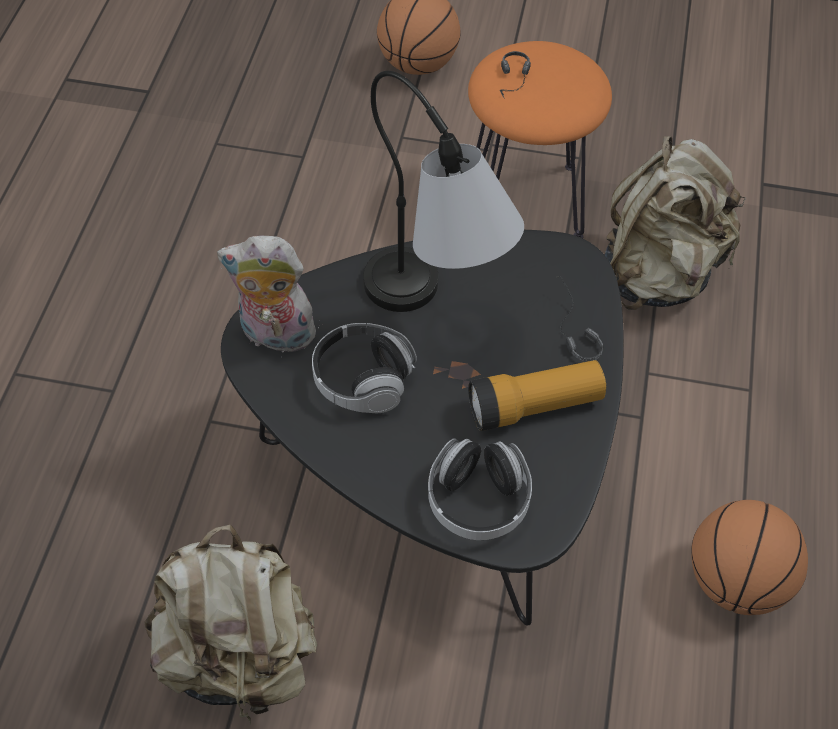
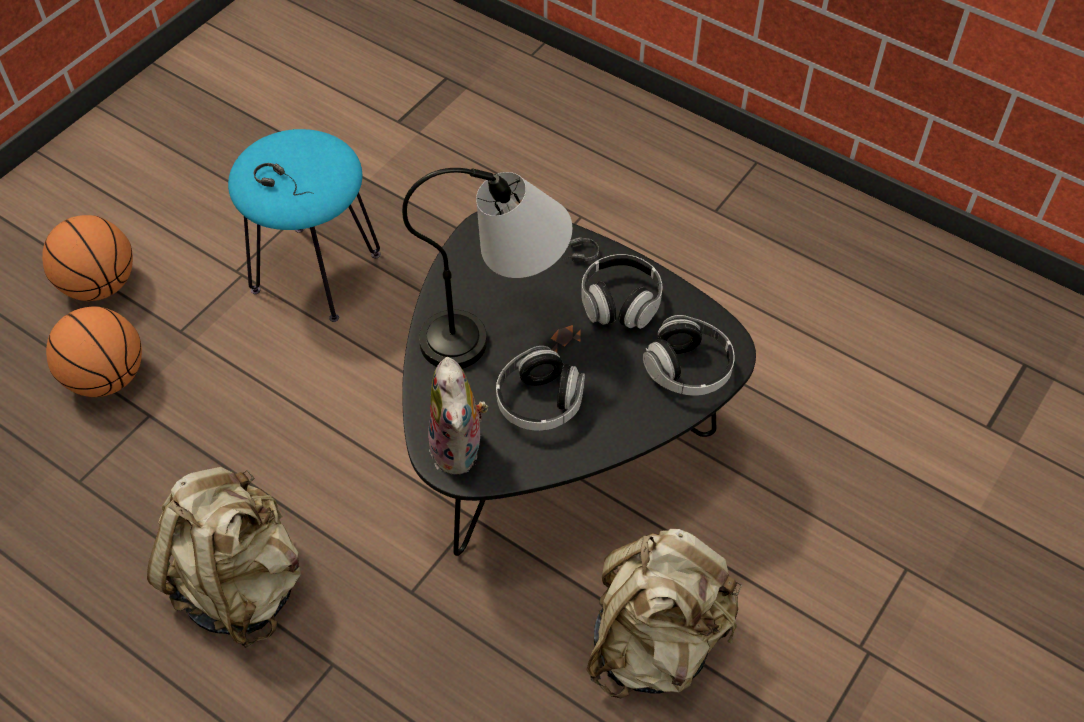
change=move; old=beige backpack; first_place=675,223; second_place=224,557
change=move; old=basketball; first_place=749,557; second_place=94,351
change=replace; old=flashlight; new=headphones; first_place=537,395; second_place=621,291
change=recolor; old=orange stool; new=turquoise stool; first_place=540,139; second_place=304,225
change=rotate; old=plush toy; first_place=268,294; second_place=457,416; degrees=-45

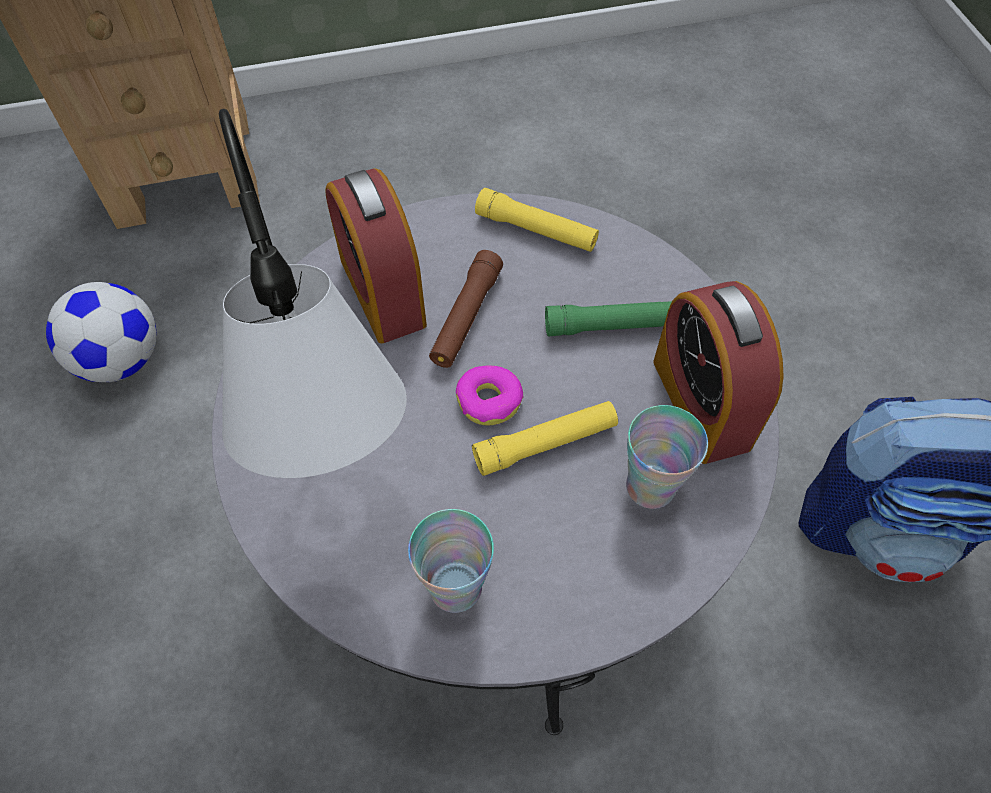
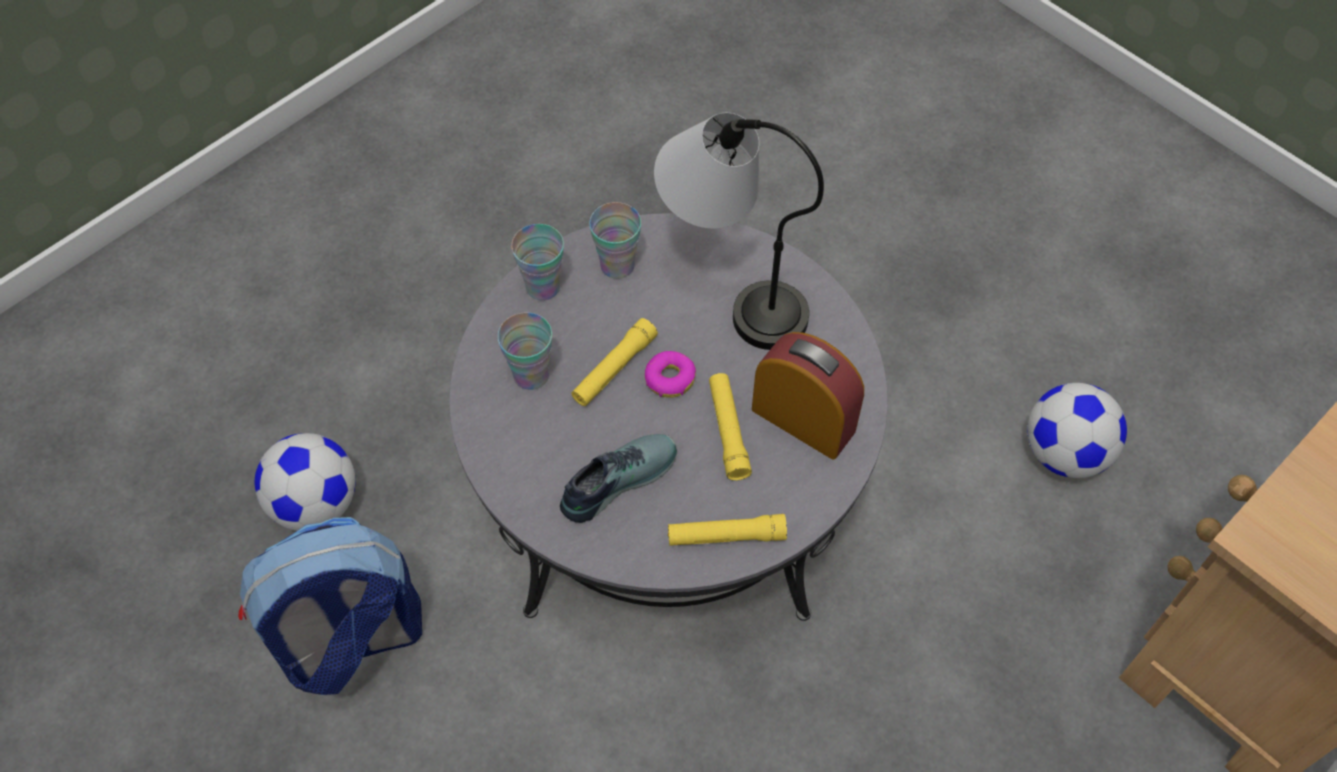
change=delete; old=alarm clock; first_place=718,372
change=insert; new=football; second_place=305,482
change=insert; new=cup; second_place=537,262
change=replace; old=green flashlight; new=shoe; first_place=608,318; second_place=618,478
change=recolor; old=brown flashlight; new=yellow flashlight; first_place=466,309; second_place=730,427

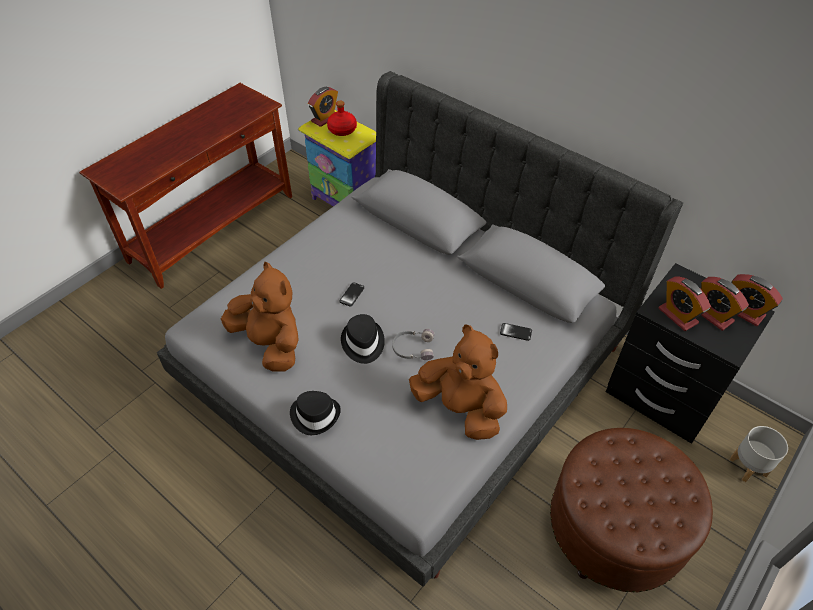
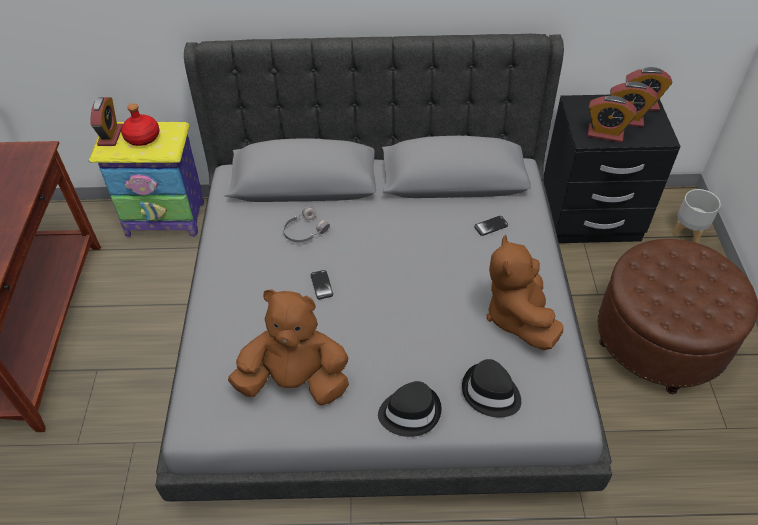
change=move; old=black hat; first_place=363,339; second_place=491,388
change=move; old=grey headphones; first_place=413,344; second_place=306,224
change=rotate; old=brown plush toy; first_place=458,382; second_place=524,292; degrees=-90

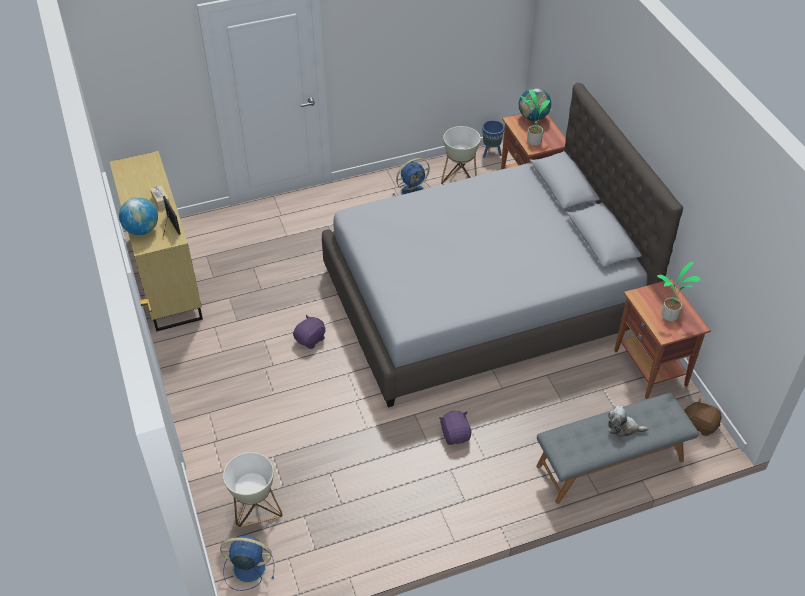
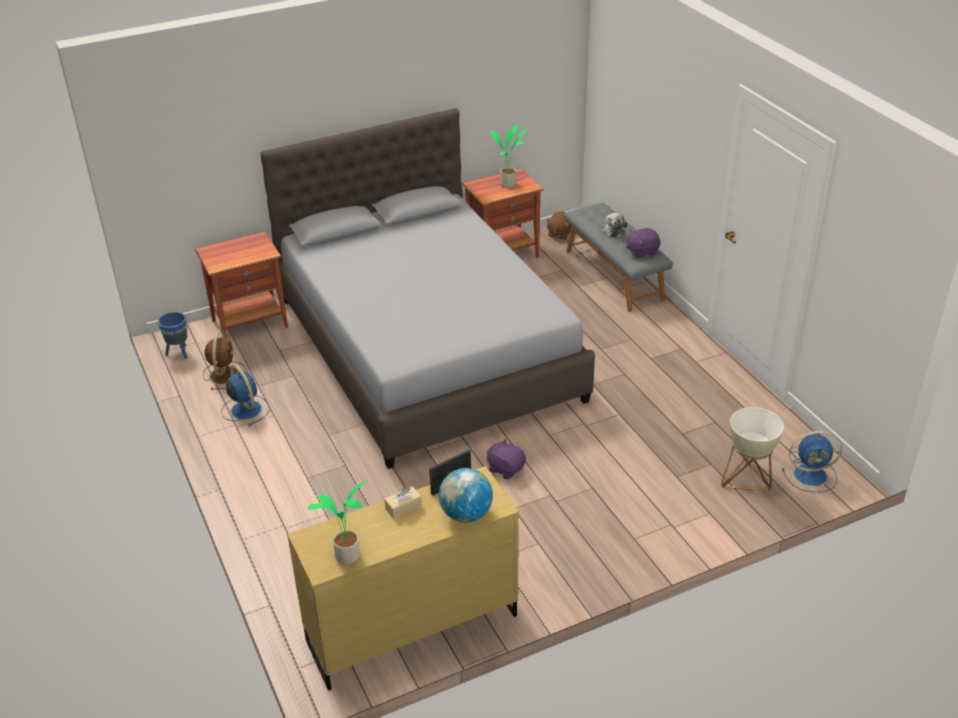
change=delete; old=globe; first_place=535,104
change=move; old=purple plush toy; first_place=455,428; second_place=643,243
change=move; old=potted plant; first_place=537,117; second_place=337,522
change=replace; old=planter; new=brown fan; first_place=461,155; second_place=225,360
change=rotate; old=blue fan; first_place=247,563; second_place=812,461; degrees=-90

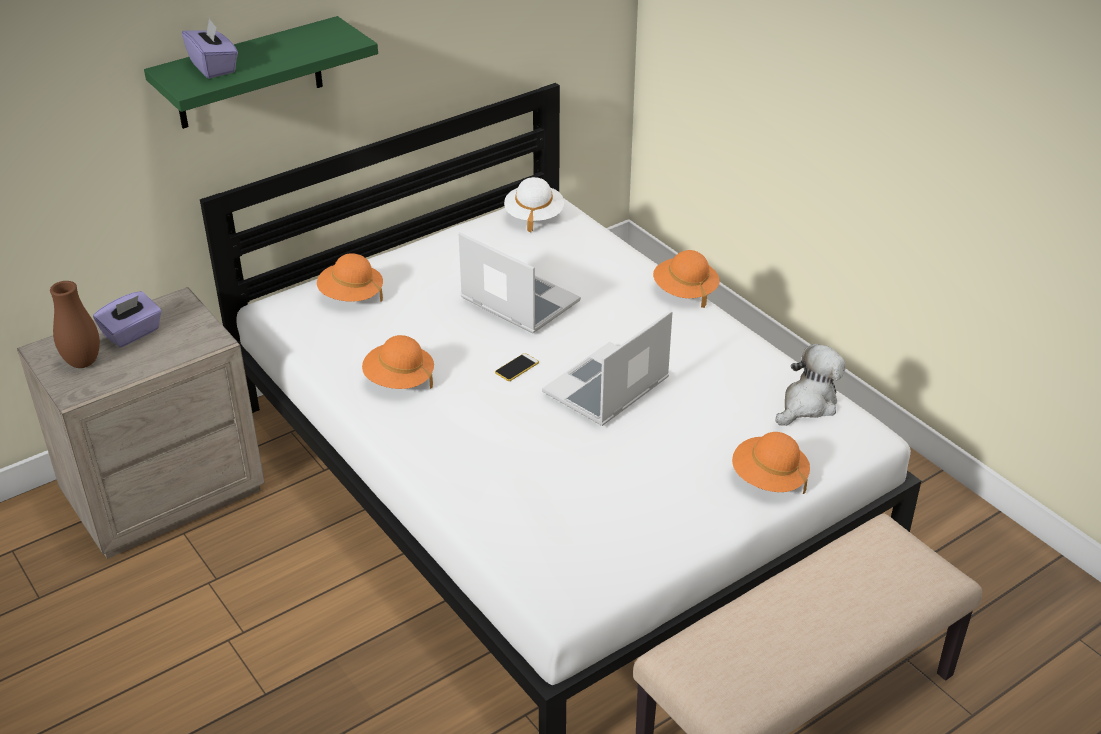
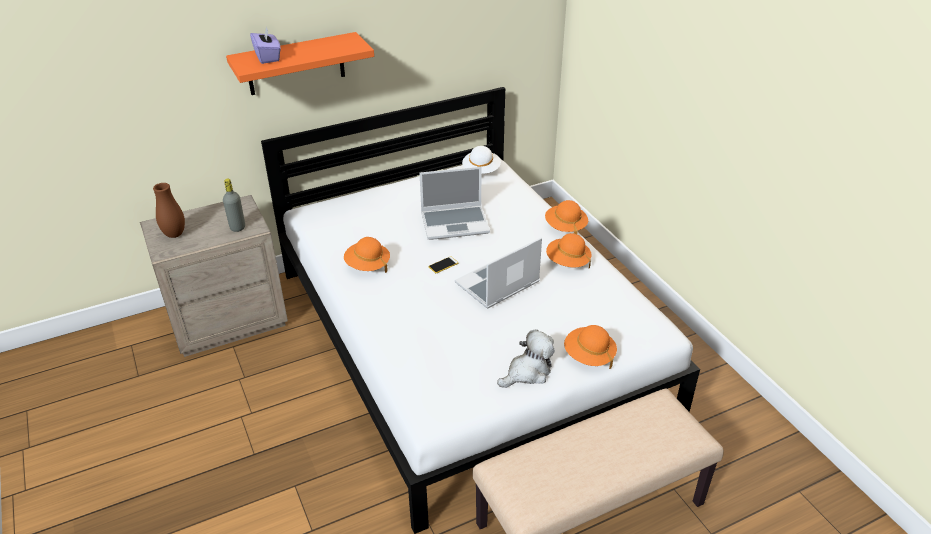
change=delete; old=purple tissue box; first_place=127,319
change=insert; new=grey bottle; second_place=234,205
change=move; old=orange hat; first_place=350,277; second_place=568,250
change=move; old=plush toy; first_place=810,385; second_place=526,358
change=recolor; old=green shelf; new=orange shelf; first_place=261,72; second_place=300,63
change=rotate; old=laptop; first_place=520,282; second_place=455,203; degrees=120

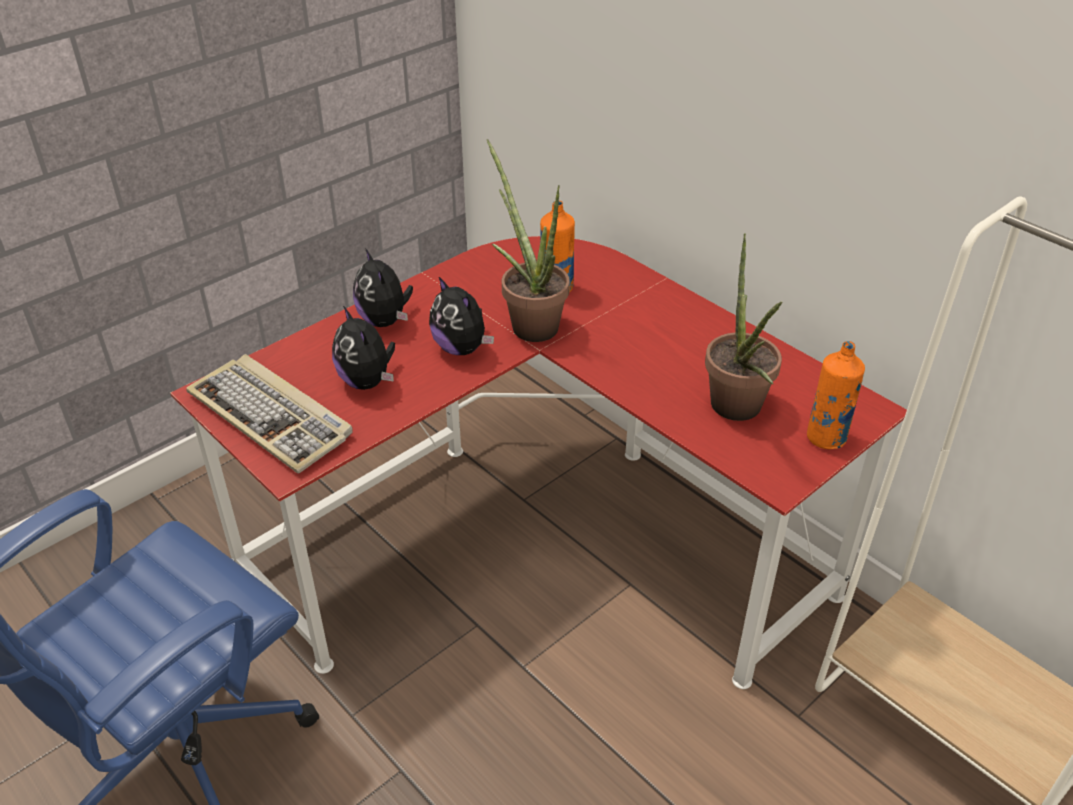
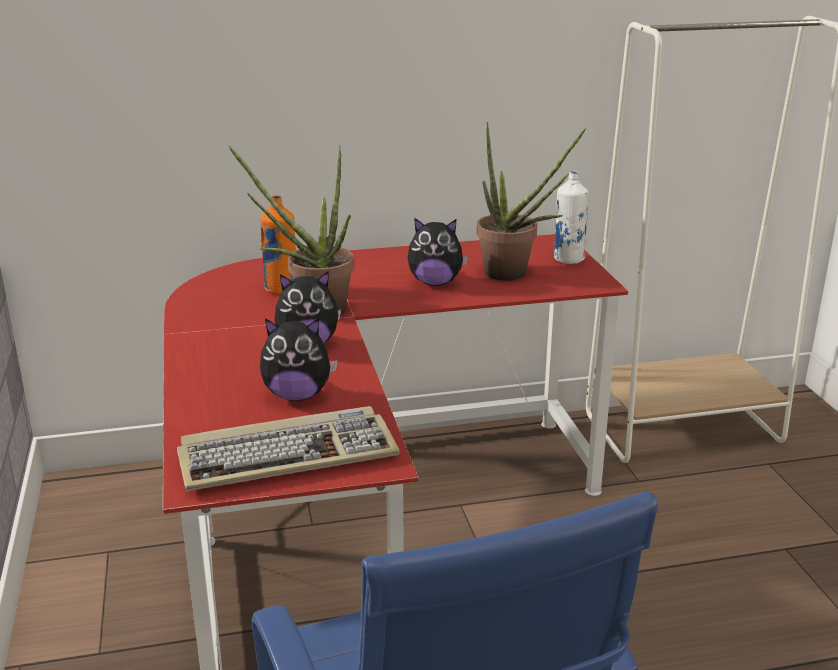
change=move; old=plush toy; first_place=383,287; second_place=438,252
change=recolor; old=orange bottle; new=white bottle; first_place=836,395; second_place=571,217

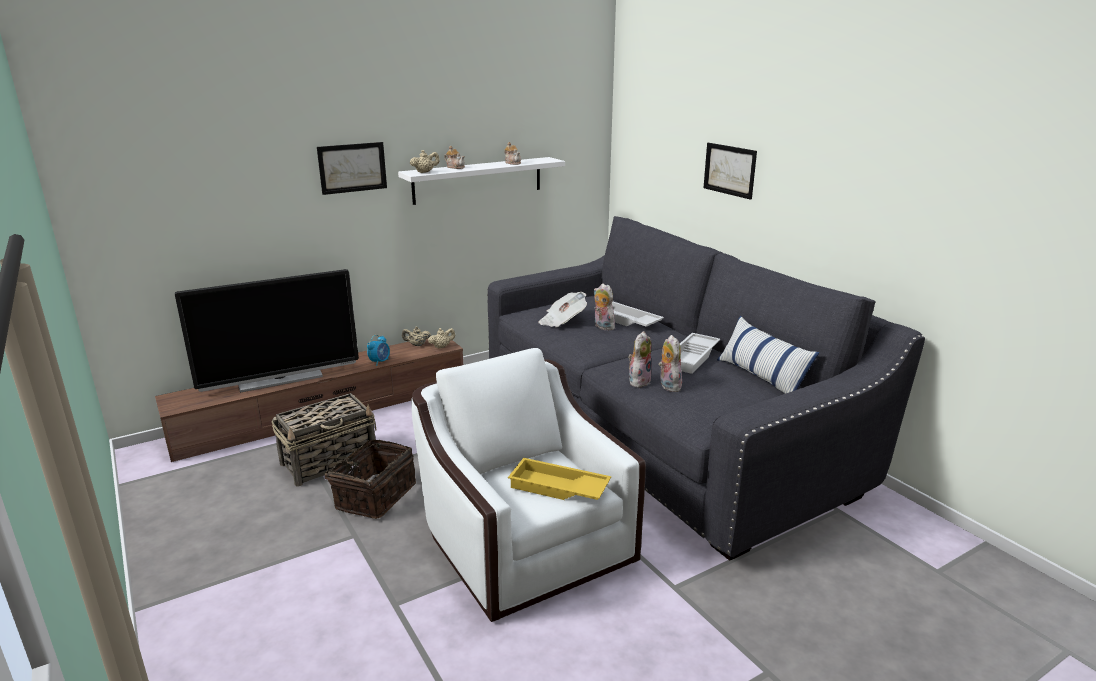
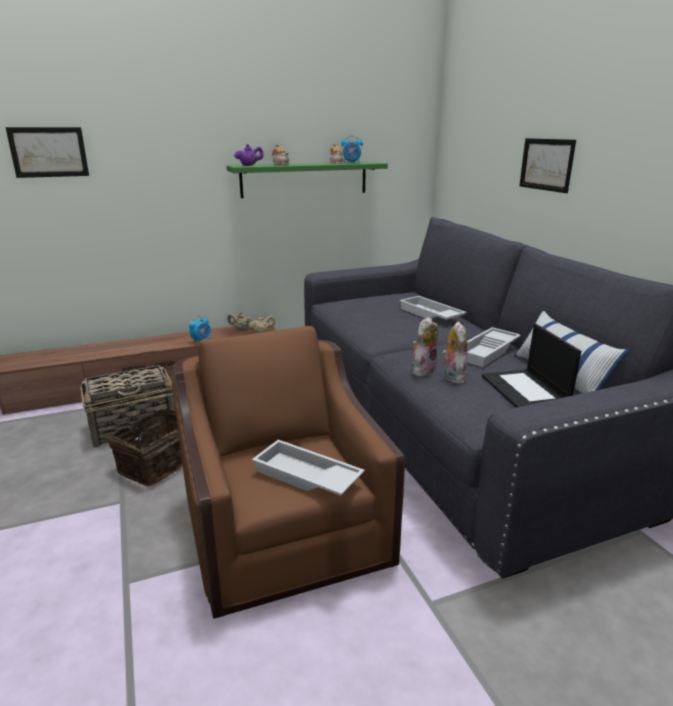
change=delete; old=television; first_place=267,331
change=delete; old=newspaper; first_place=562,310
change=delete; old=plush toy; first_place=604,307
change=insert; new=alarm clock; second_place=352,149
change=insert; new=laptop; second_place=531,366
change=move; old=picture; first_place=352,168; second_place=47,152
change=recolor; old=white shelf; new=green shelf; first_place=481,181; second_place=307,180
change=recolor; old=beige teapot; new=purple teapot; first_place=425,161; second_place=248,155
change=recolor; old=white armchair; new=brown armchair; first_place=528,485; second_place=288,472
change=recolor; old=yellow tray; new=white tray; first_place=559,479; second_place=308,468

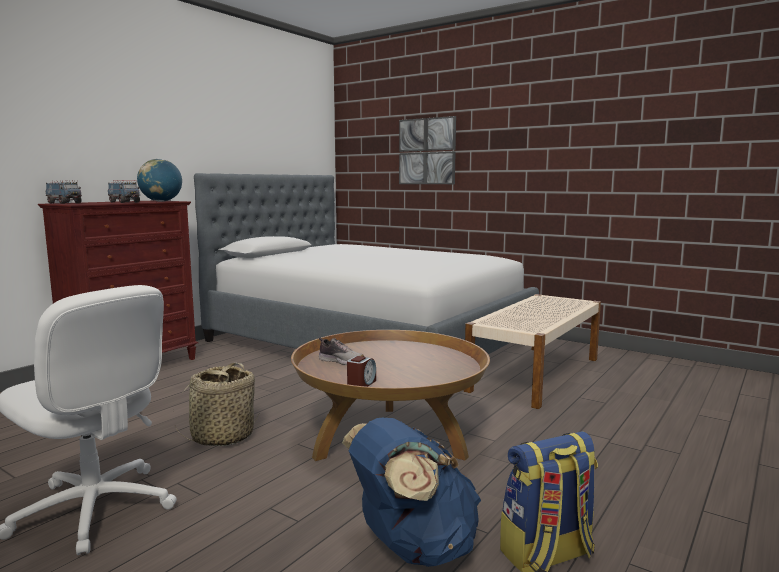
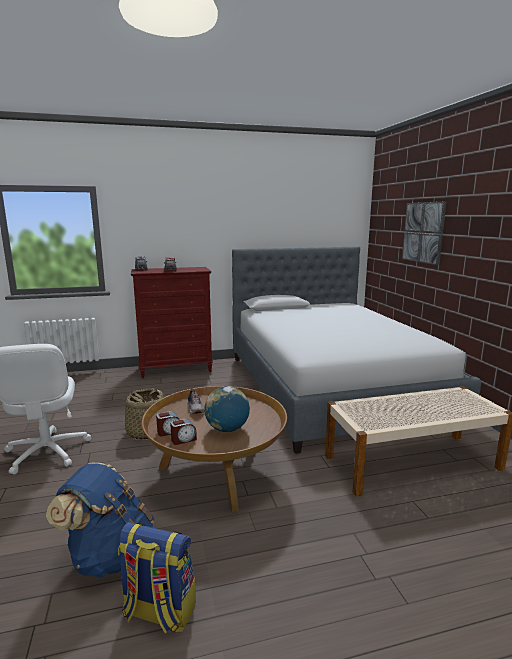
change=insert; new=alarm clock; second_place=183,432
change=move; old=globe; first_place=159,180; second_place=227,409

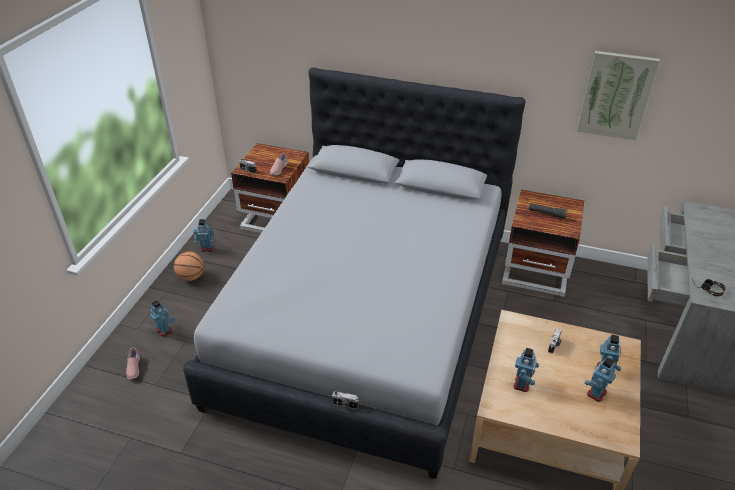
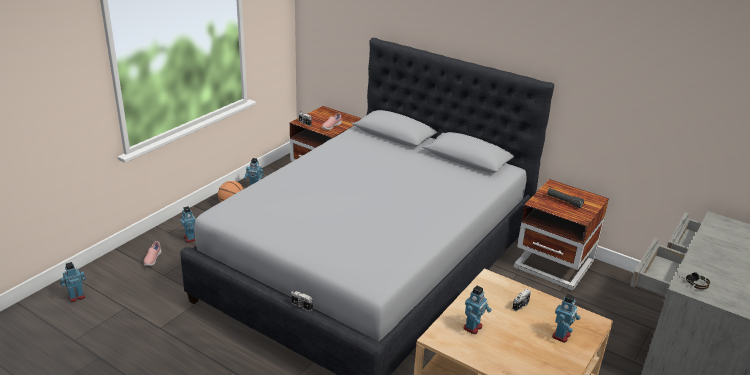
change=delete; old=picture; first_place=618,95
change=move; old=toy robot; first_place=600,379; second_place=73,282

